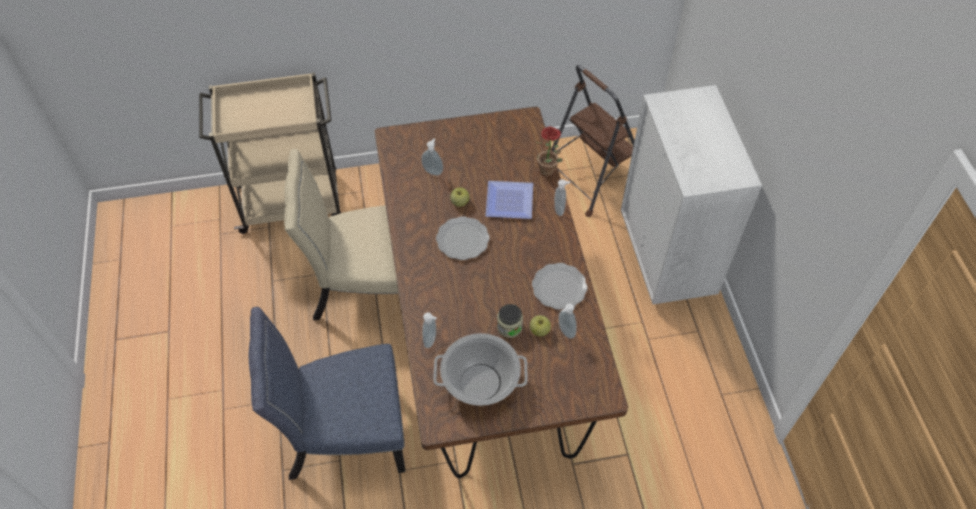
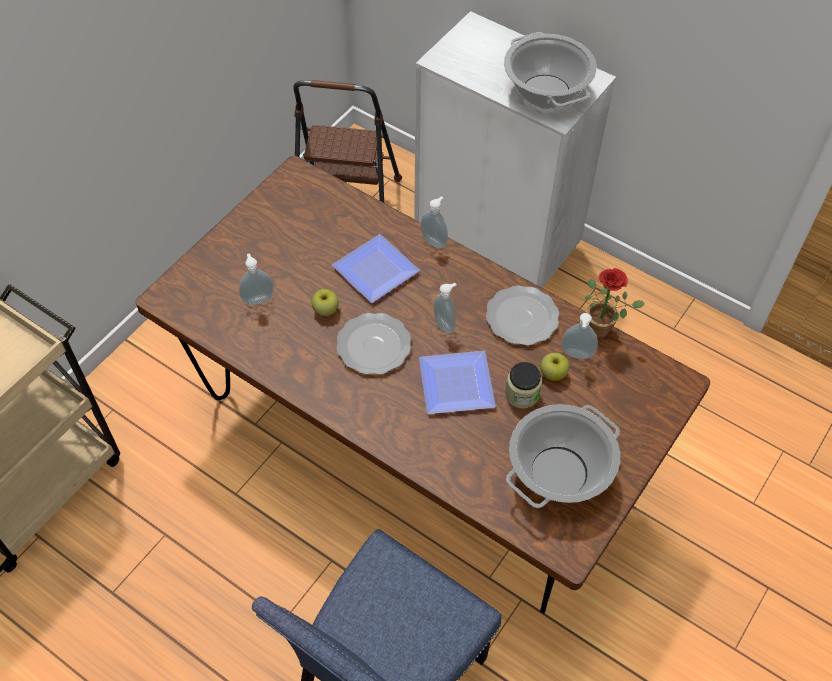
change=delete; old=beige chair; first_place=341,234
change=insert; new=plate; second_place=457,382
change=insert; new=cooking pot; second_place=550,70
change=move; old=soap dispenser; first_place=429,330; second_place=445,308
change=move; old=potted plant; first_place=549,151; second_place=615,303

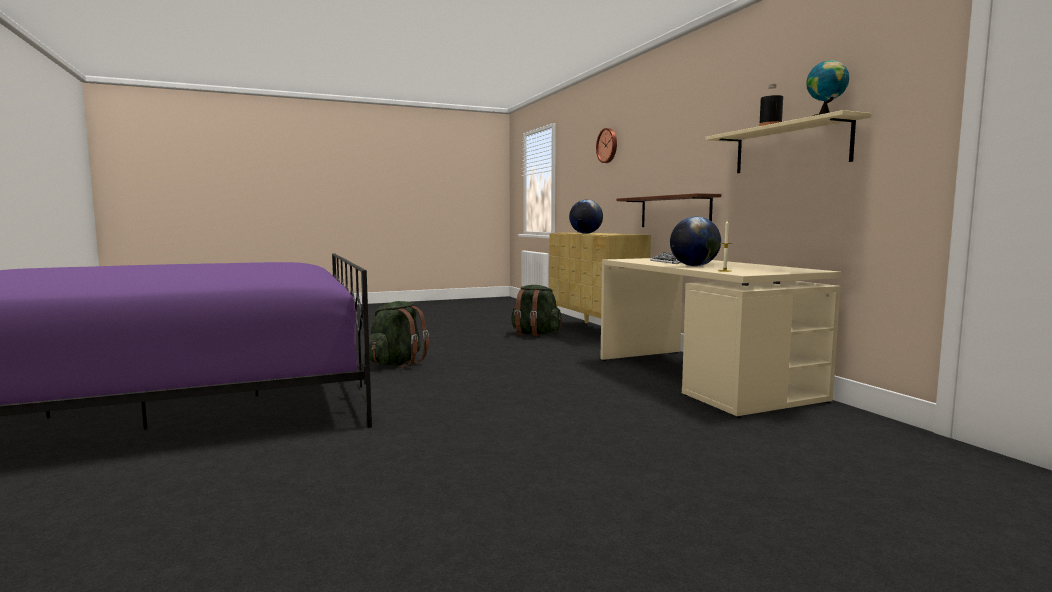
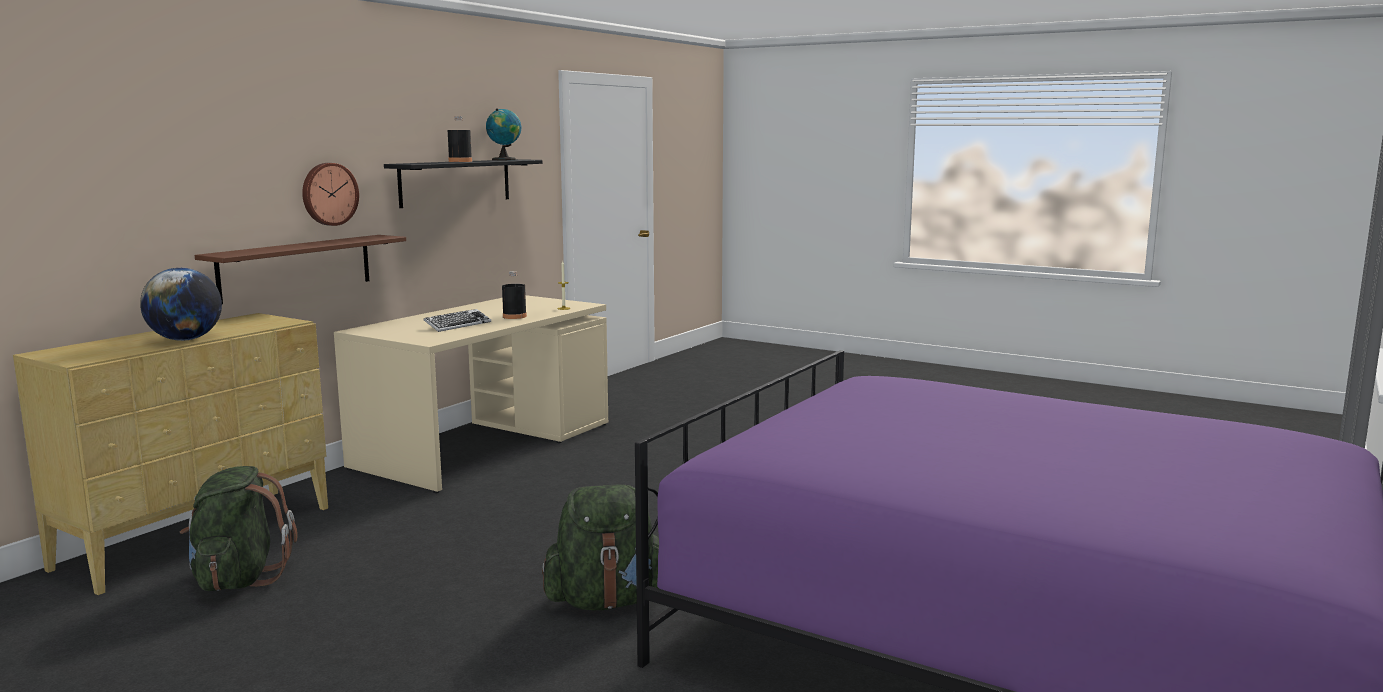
change=move; old=wall clock; first_place=606,145; second_place=330,194
change=replace; old=globe; new=black bottle; first_place=695,241; second_place=514,295
change=recolor; old=beige shelf; new=black shelf; first_place=788,141; second_place=463,183

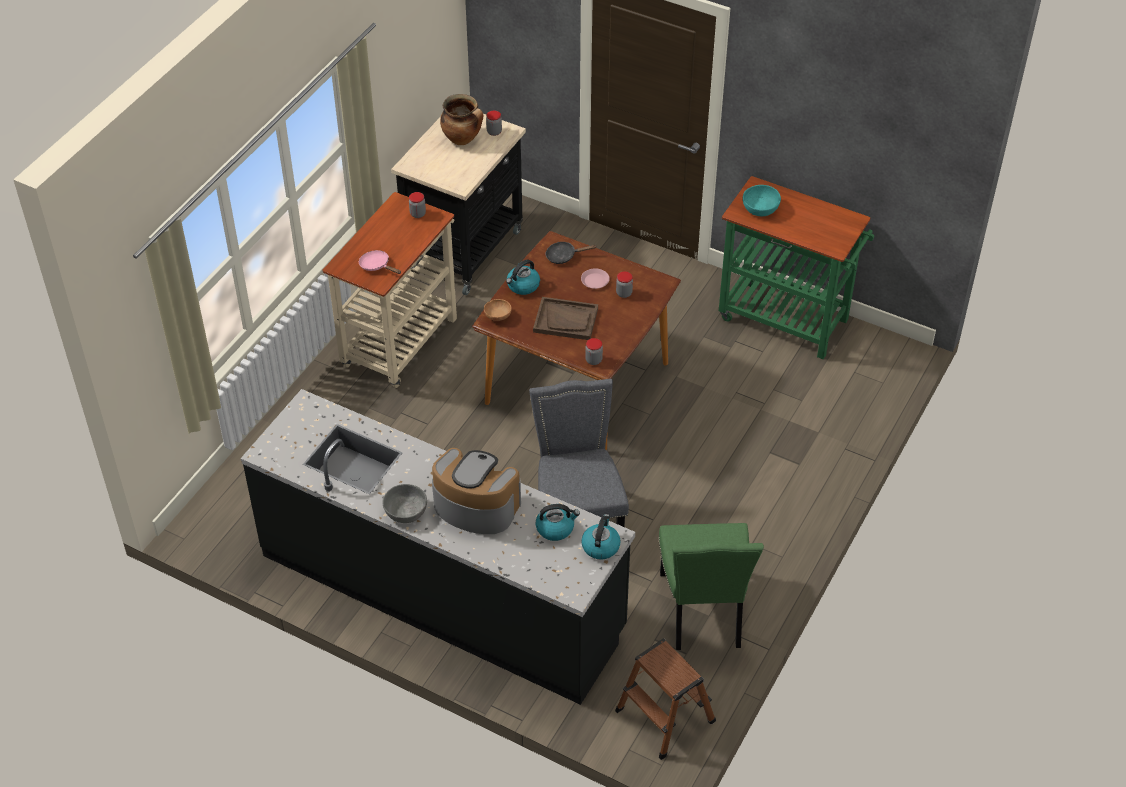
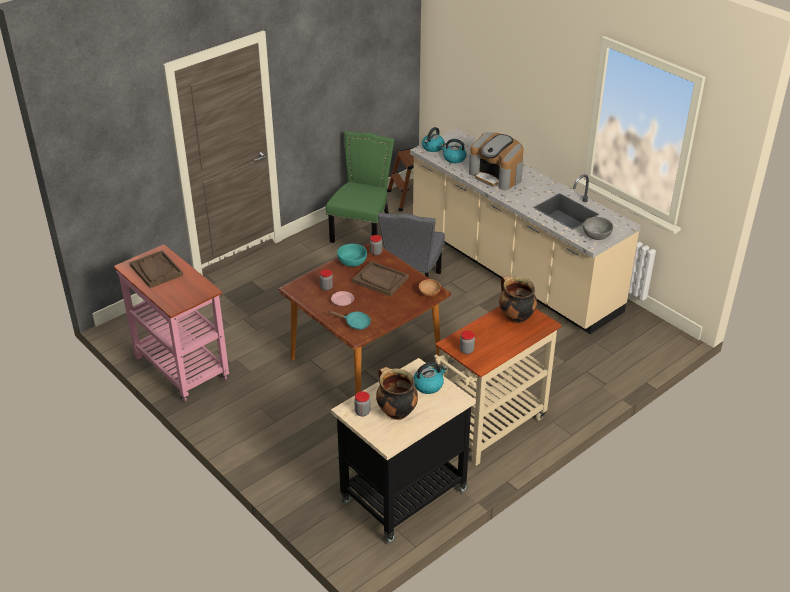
change=insert; new=brown tray; second_place=156,269
change=move; old=grey bowl; first_place=405,503; second_place=598,228
change=move; old=kettle; first_place=523,277; second_place=430,378
change=move; old=turquoise bowl; first_place=762,200; second_place=352,255
change=replace; old=pink frying pan; new=cooking pot; first_place=380,262; second_place=518,300
change=recolor; old=black counter; new=beige counter; first_place=438,547; second_place=525,231
change=recolor; old=black frying pan; new=turquoise frying pan; first_place=571,253; second_place=349,320
change=recolor; old=green cart; new=pink cart; first_place=796,267; second_place=171,323

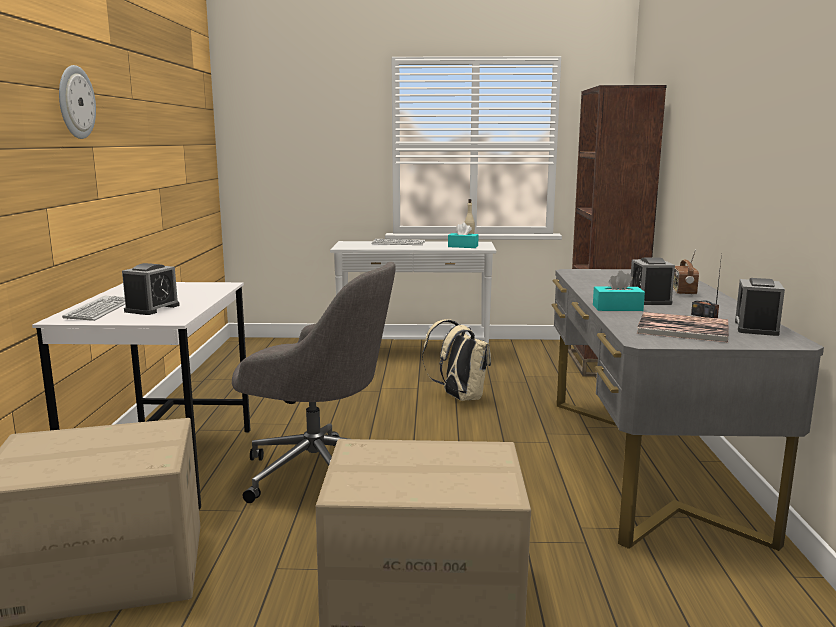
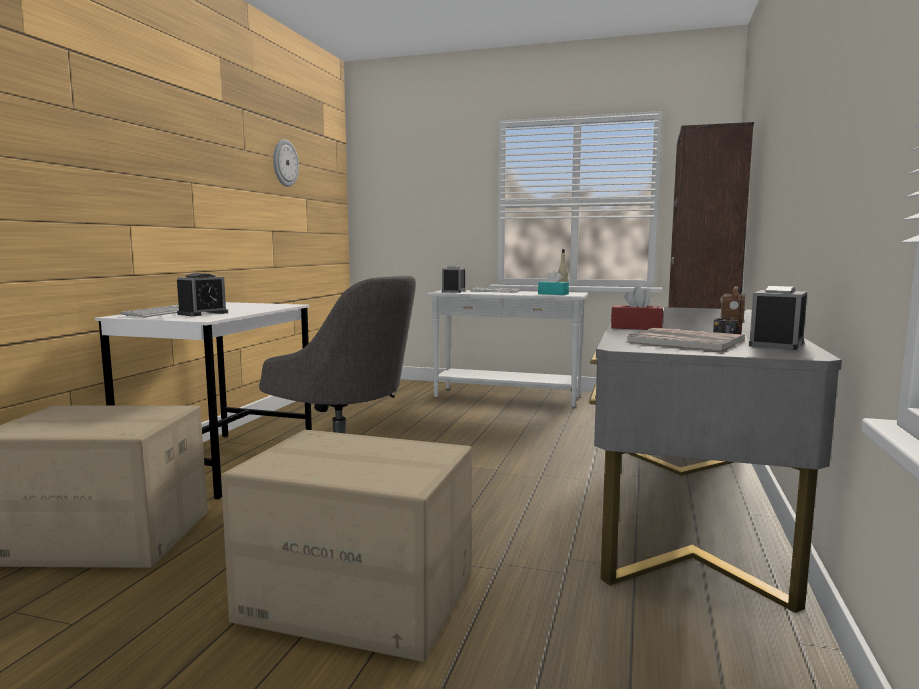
change=delete; old=beige backpack; first_place=456,360
change=move; old=wall clock; first_place=77,102; second_place=286,163
change=move; old=alarm clock; first_place=652,281; second_place=453,279
change=recolor; old=turquoise tissue box; new=red tissue box; first_place=619,291; second_place=637,308

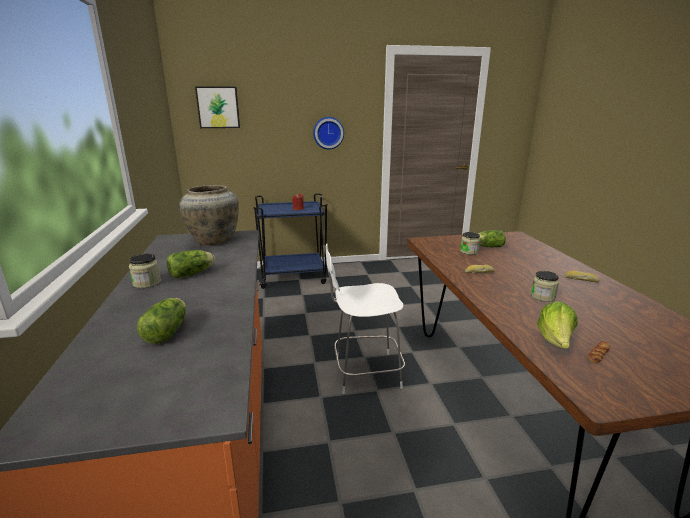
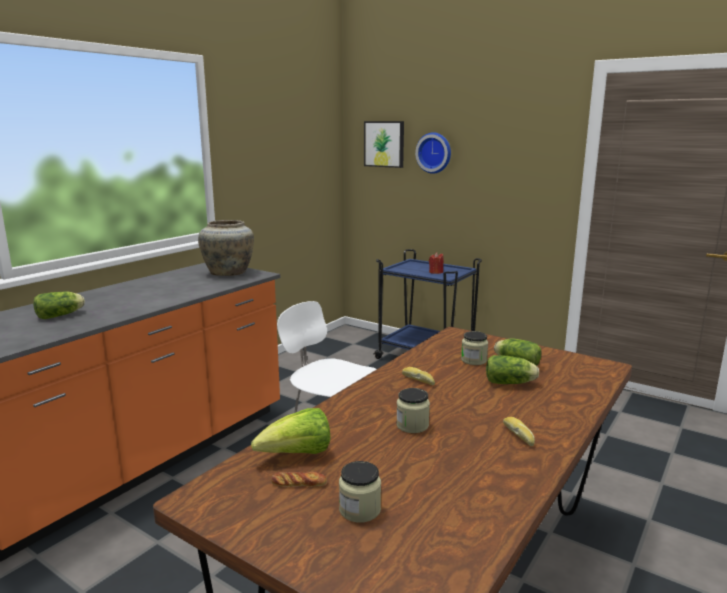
change=move; old=jar; first_place=145,270; second_place=360,492
change=move; old=lettuce; first_place=191,264; second_place=512,369
change=move; old=wall clock; first_place=328,133; second_place=433,153

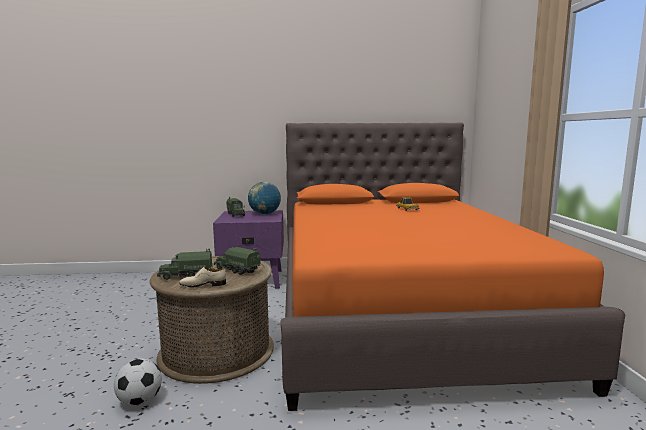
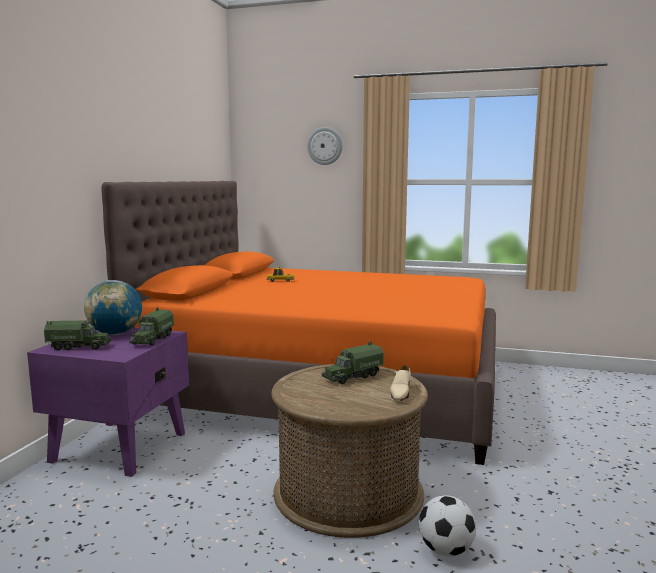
change=insert; new=wall clock; second_place=325,146
change=move; old=toy truck; first_place=185,264; second_place=151,326

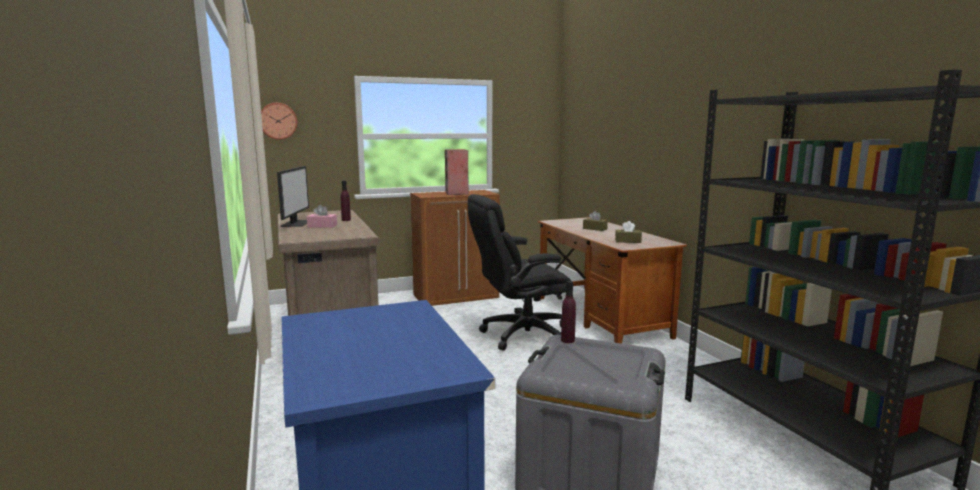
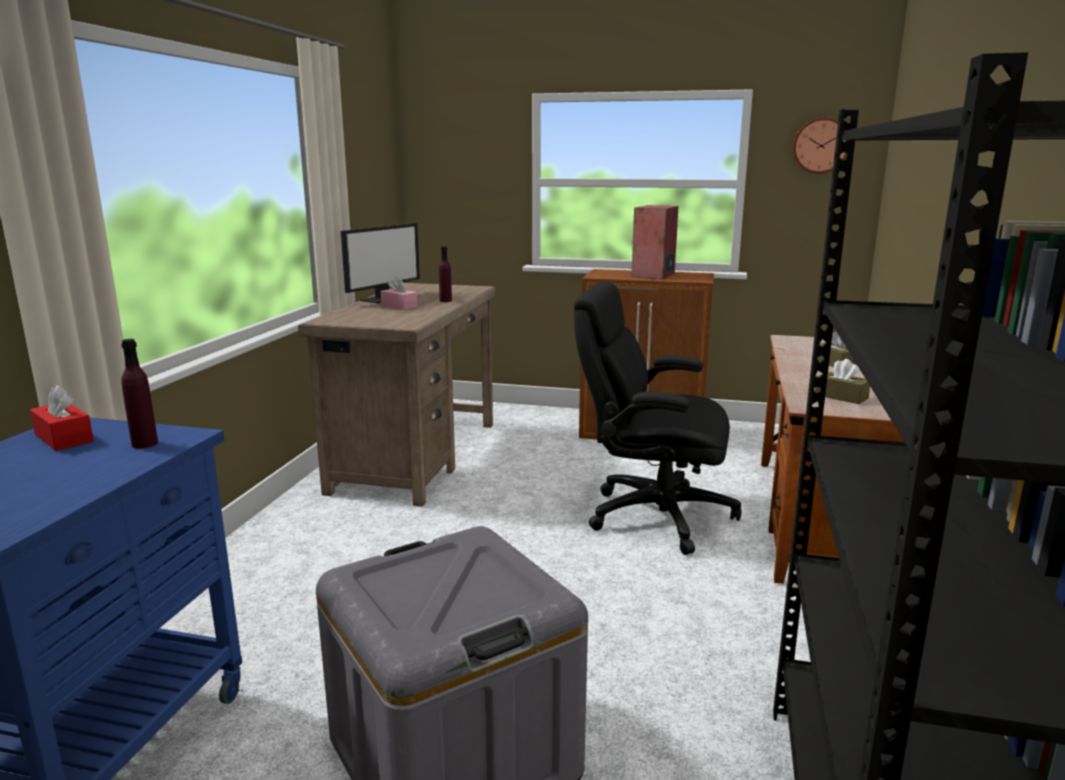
change=insert; new=red tissue box; second_place=62,418
change=move; old=wall clock; first_place=279,121; second_place=820,145
change=move; old=purple bottle; first_place=568,312; second_place=139,394

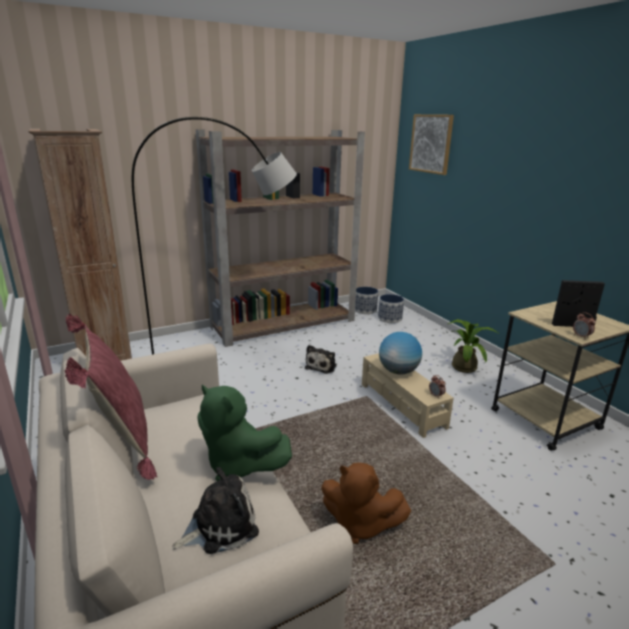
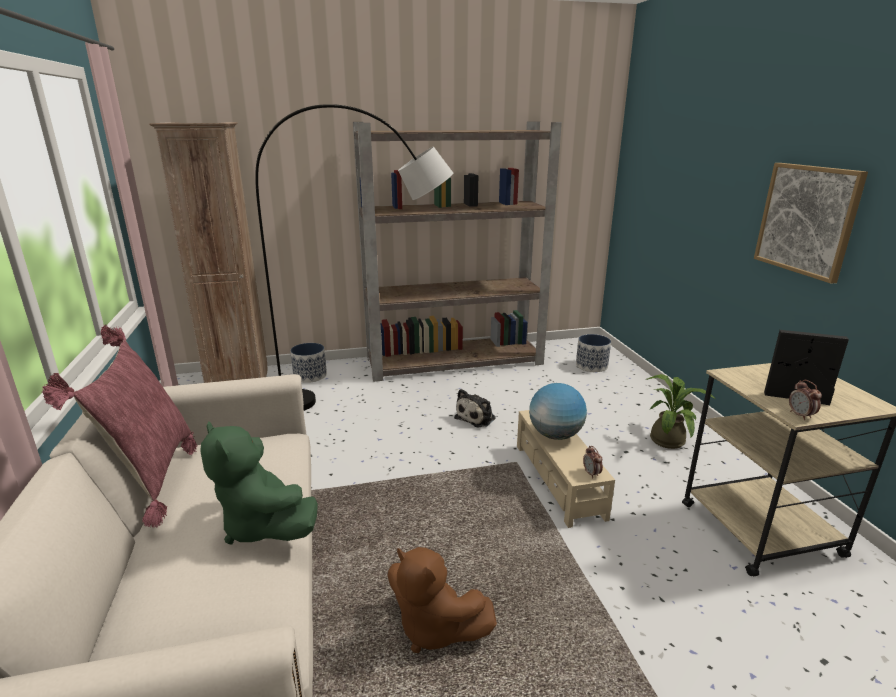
change=delete; old=plush toy; first_place=215,510
change=move; old=planter; first_place=366,300; second_place=308,363
change=move; old=picture; first_place=431,144; second_place=811,223

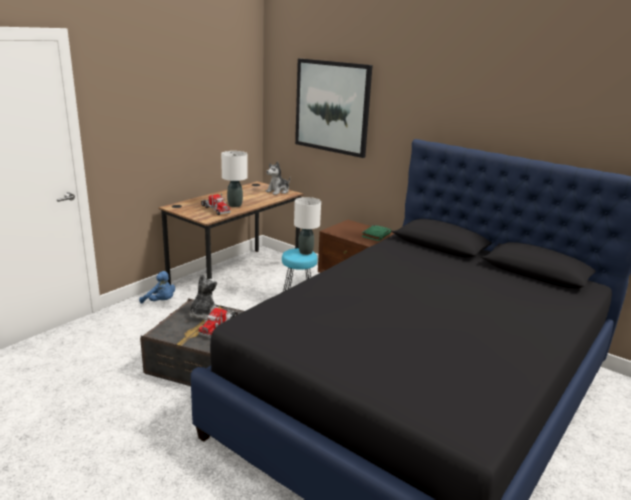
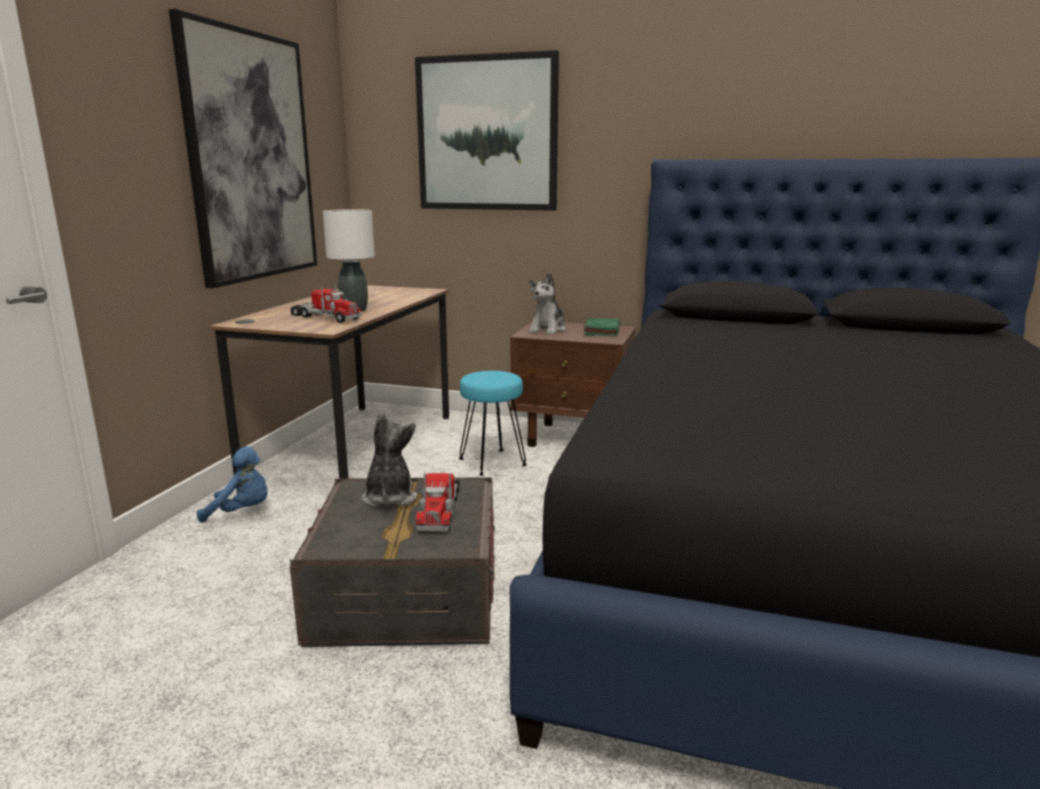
change=delete; old=white table lamp; first_place=307,226
change=insert; new=picture; second_place=243,148
change=move; old=plush toy; first_place=278,178; second_place=547,304

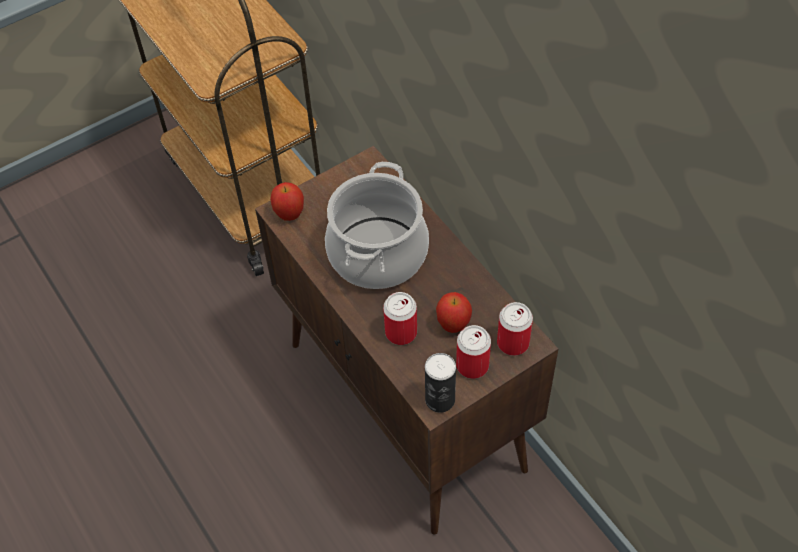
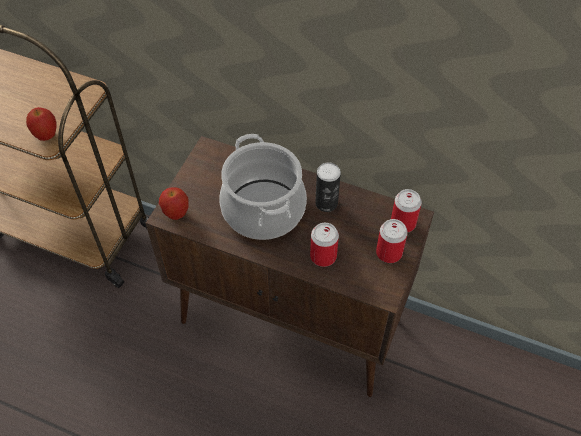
change=move; old=can; first_place=440,383; second_place=328,187
change=move; old=apple; first_place=454,312; second_place=41,124

